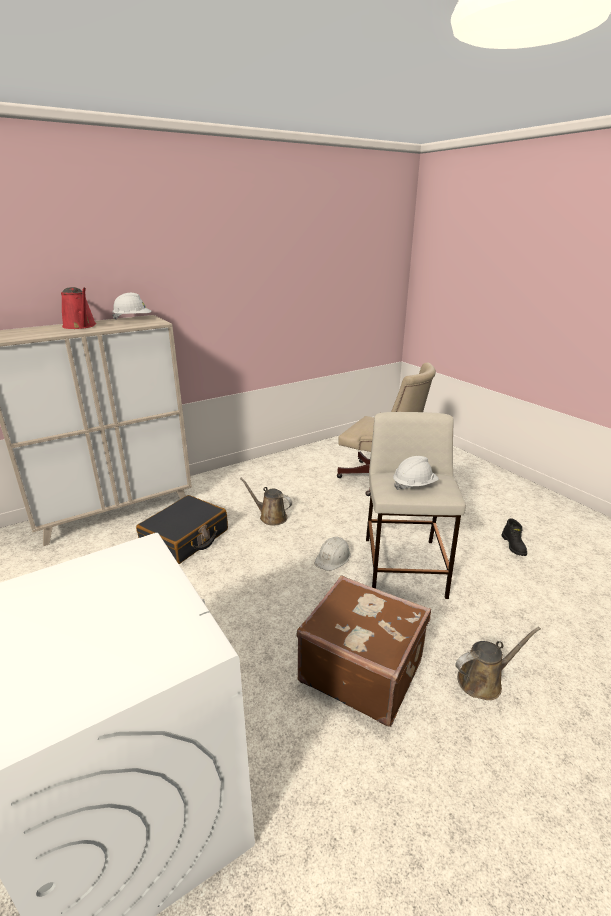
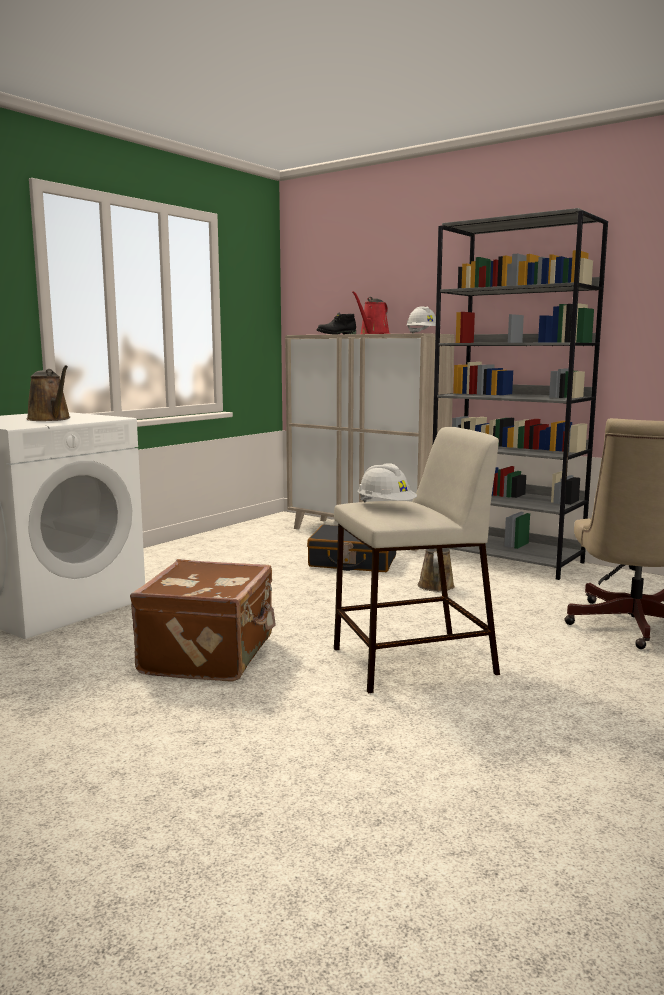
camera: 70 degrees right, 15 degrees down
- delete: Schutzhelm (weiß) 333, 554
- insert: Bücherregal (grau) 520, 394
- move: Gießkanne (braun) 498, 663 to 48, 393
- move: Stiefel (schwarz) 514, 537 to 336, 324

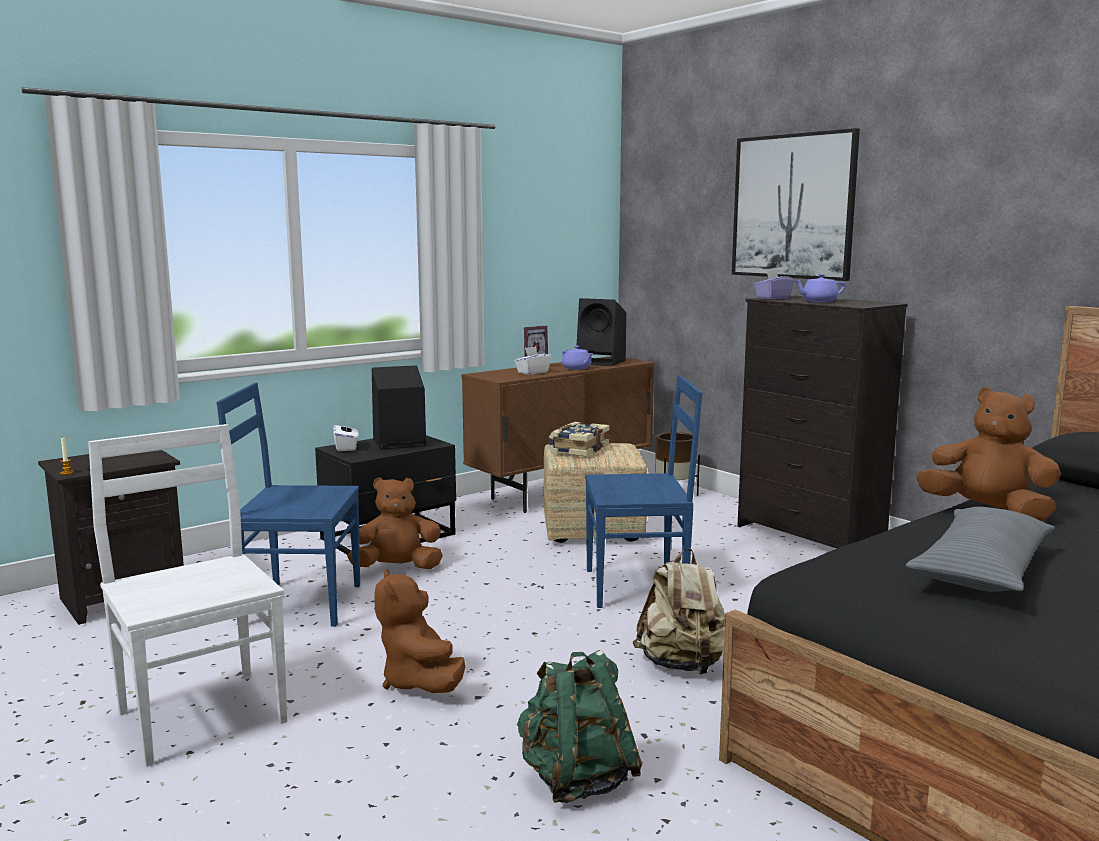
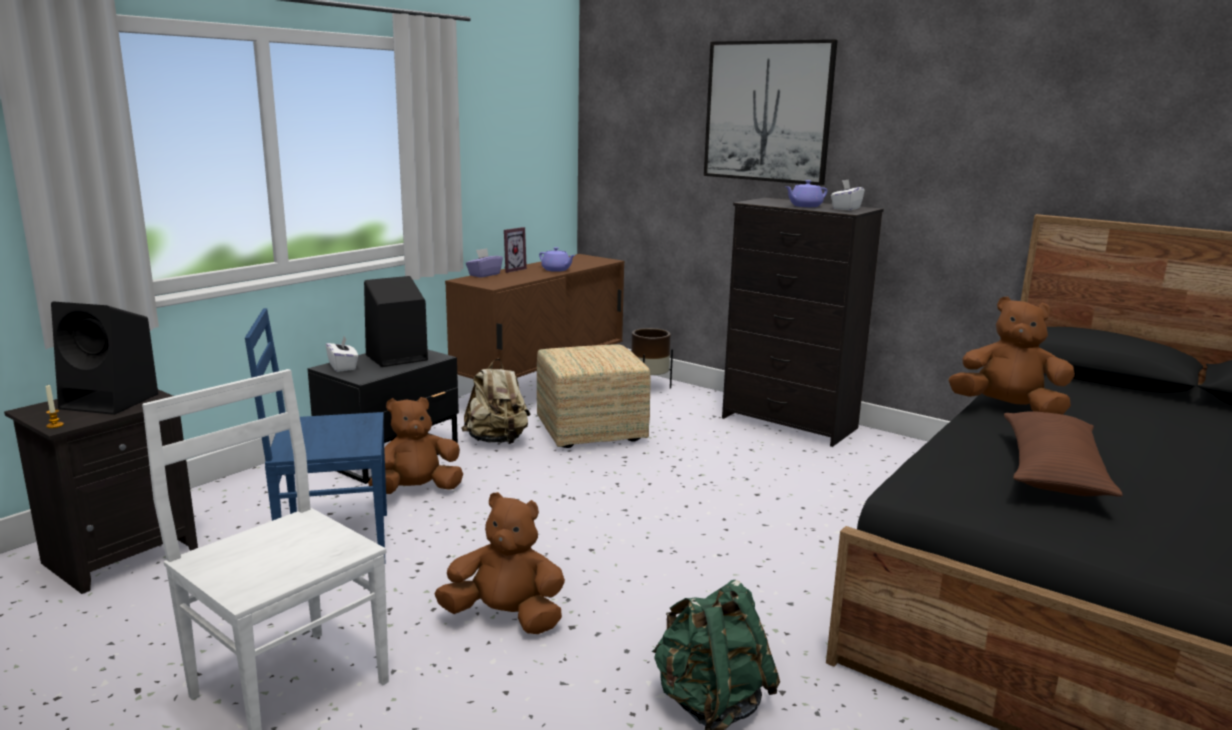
camera: 15 degrees left, 5 degrees up
- delete: Buch 579, 439
- delete: Stuhl (blau) 643, 491
- move: Taschentuchbox (weiß) 532, 360 to 848, 195
- move: Lautsprecher (schwarz) 601, 332 to 104, 358
- move: Rucksack (beige) 679, 611 to 495, 401
- move: Taschentuchbox (lila) 773, 284 to 484, 263
- recolor: Kissen (grau) 980, 549 to Kissen (braun) 1063, 454
- rotate: Plüschtier (braun) 420, 631 = 500, 563 135 degrees clockwise

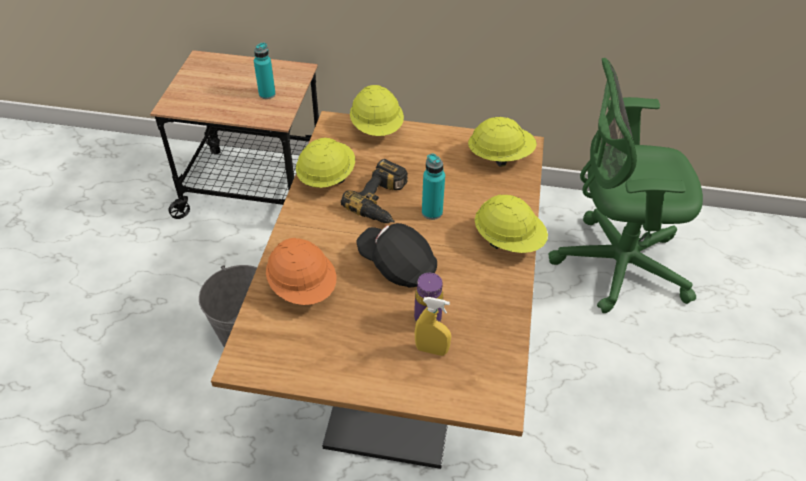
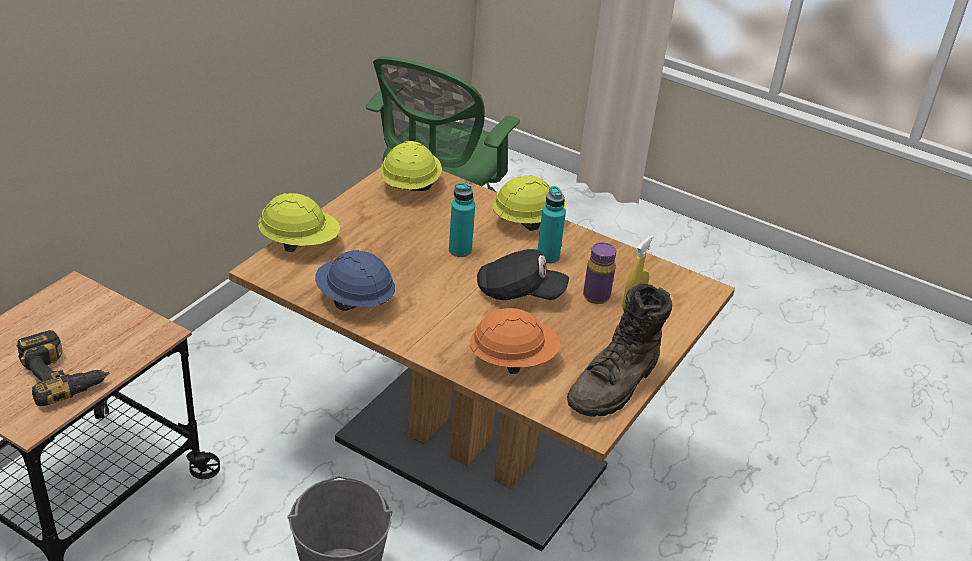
camera: 70 degrees left, 10 degrees down
- insert: Stiefel (braun) 619, 350
- move: Flasche (türkis) 265, 70 to 552, 224
- move: Bohrmaschine 374, 191 to 63, 368
- recolor: Schutzhelm (gelb) 325, 163 to Schutzhelm (blau) 355, 280
- rotate: Kappe (schwarz) 396, 255 = 523, 274 135 degrees counterclockwise

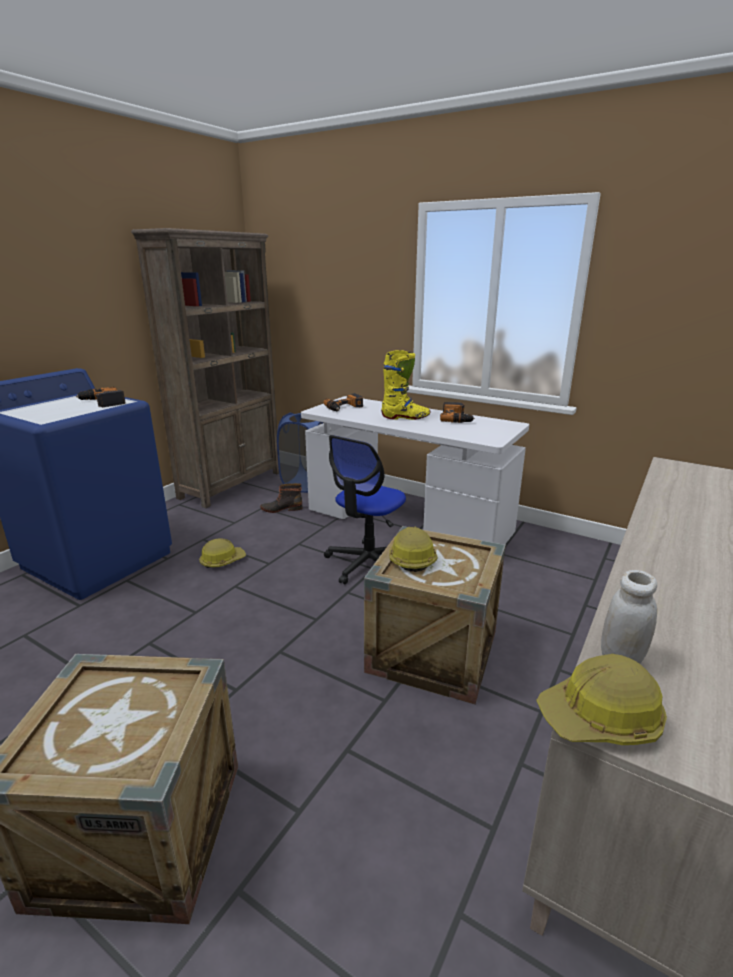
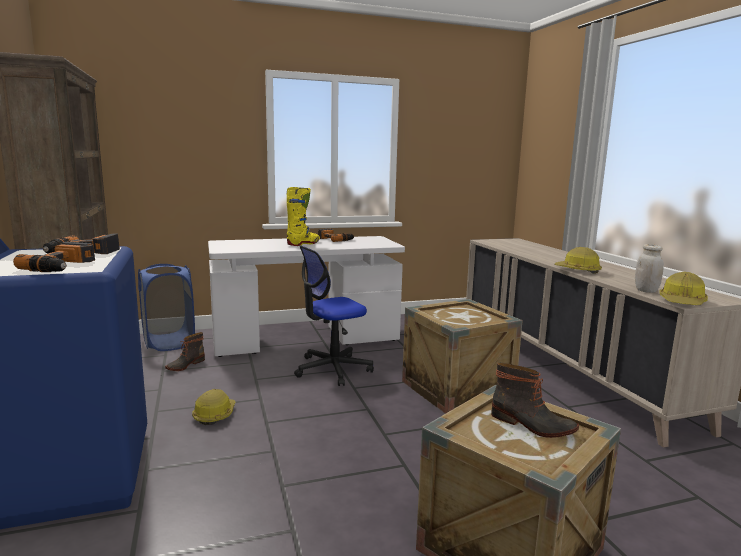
camera: 50 degrees left, 10 degrees down
- insert: Stiefel 535, 400
- move: Bohrmaschine 343, 402 to 54, 257
- move: Schutzhelm 413, 549 to 578, 260
- rotate: Bürostuhl 365, 509 = 334, 315 75 degrees clockwise

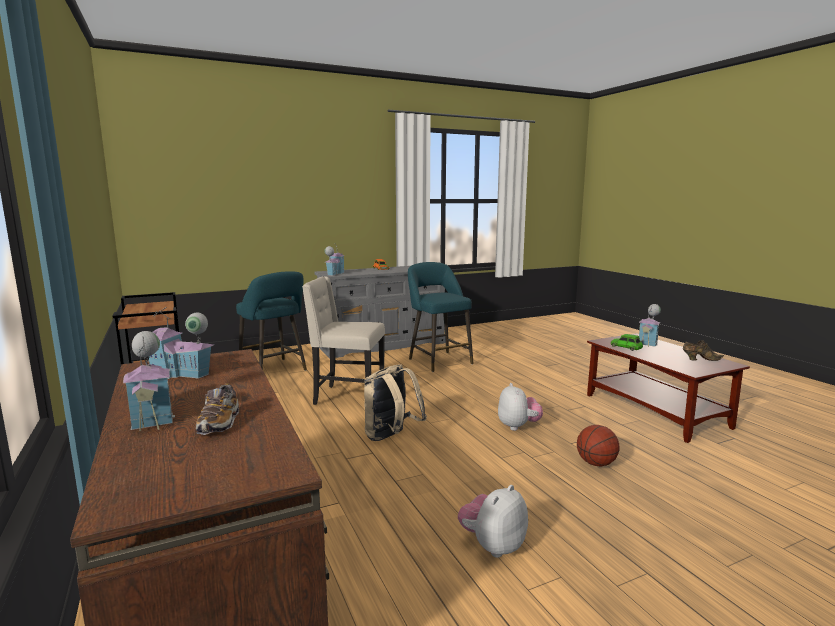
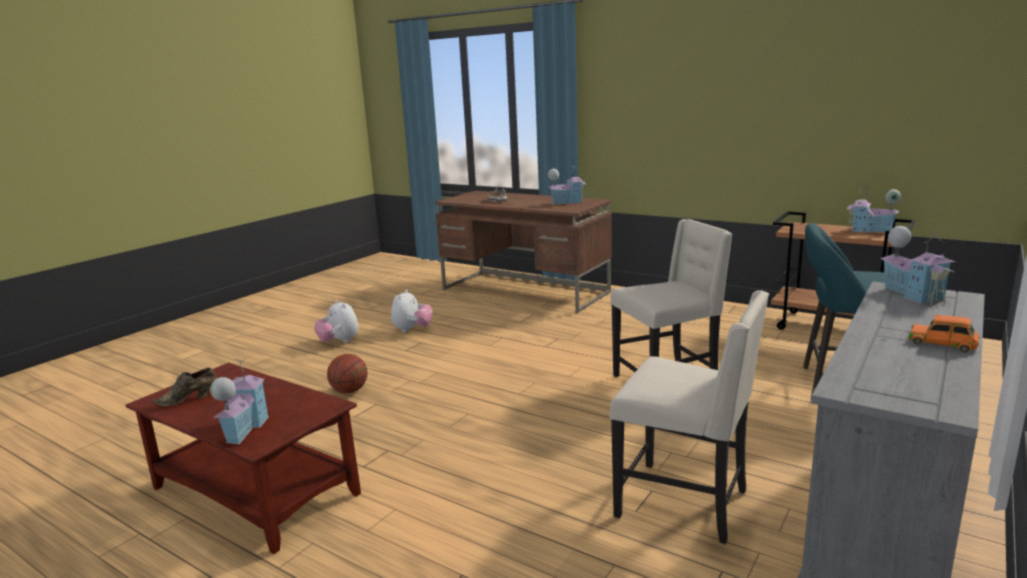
camera: 150 degrees right, 5 degrees up
- delete: Rucksack (beige) 395, 402
- delete: Spielzeugauto (grün) 627, 342
- move: Spielzeughaus 149, 381 to 873, 209
- move: Plüschtier 520, 407 to 337, 321
- replace: Hocker (türkis) 440, 317 to Stuhl (beige) 689, 417

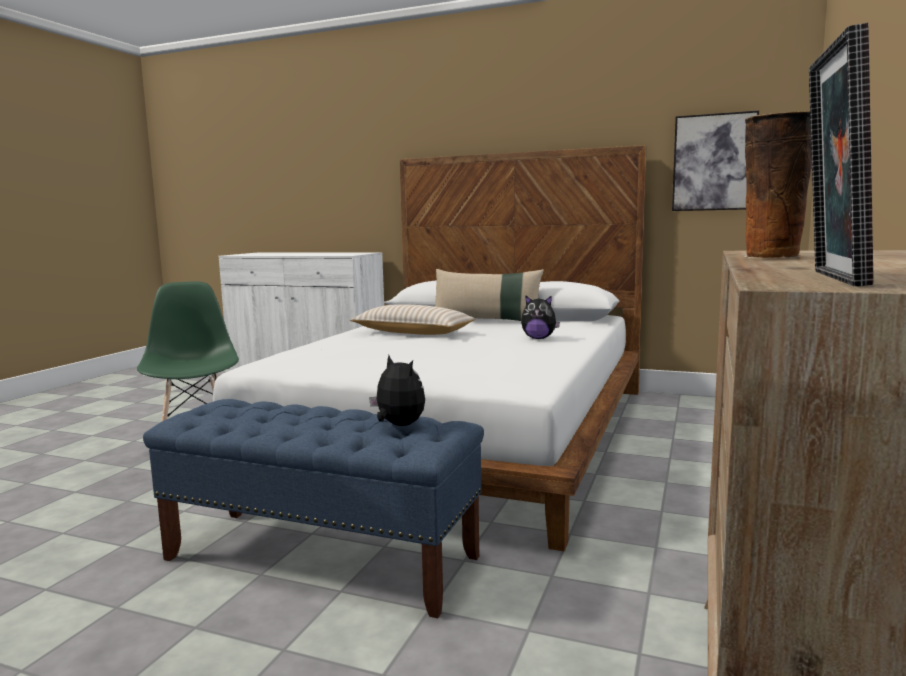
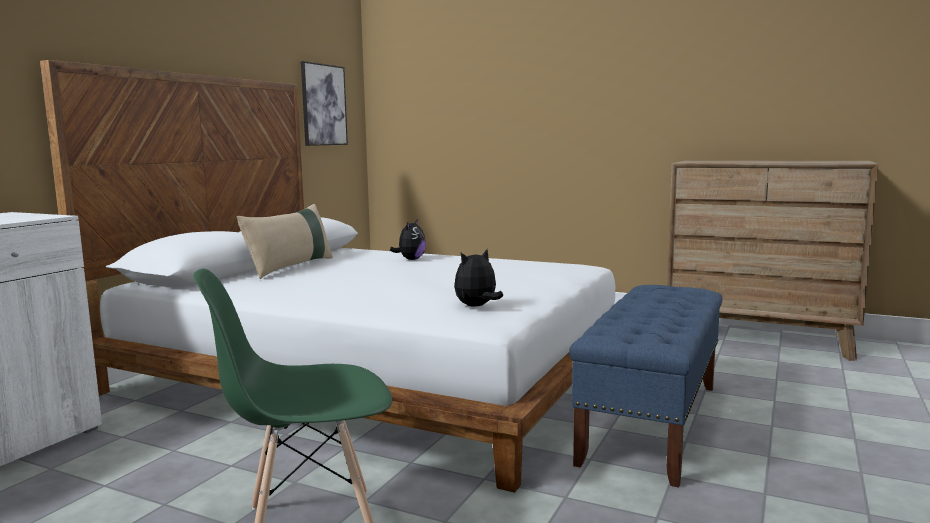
camera: 85 degrees left, 0 degrees up
- delete: Kissen (beige) 413, 319
- delete: Vase 778, 185
- delete: Bilderrahmen 841, 154
- move: Plüschtier 397, 390 to 478, 278

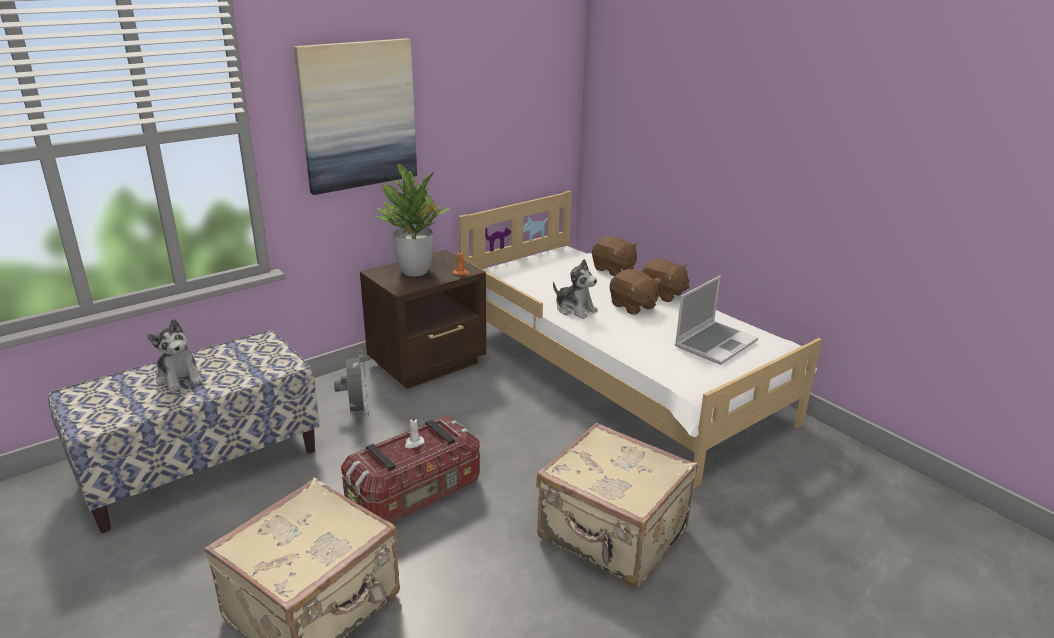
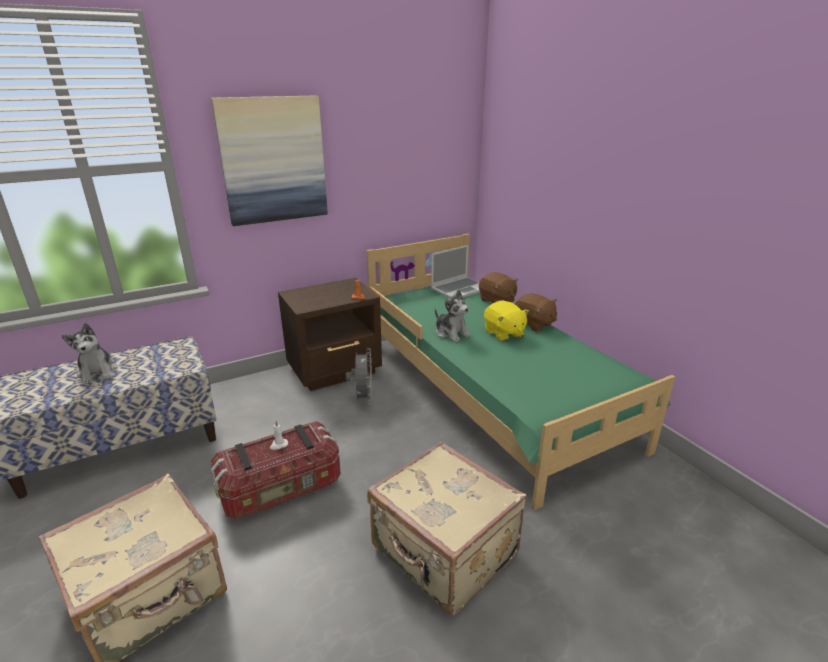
camera: 10 degrees right, 0 degrees up
- delete: Topfpflanze 413, 220
- move: Ventilator (grau) 351, 383 to 359, 376
- move: Laptop 716, 320 to 455, 271
- recolor: Bett (weiß) 640, 340 to Bett (grün) 521, 372
- recolor: Plüschtier (braun) 635, 292 to Plüschtier (gelb) 506, 321

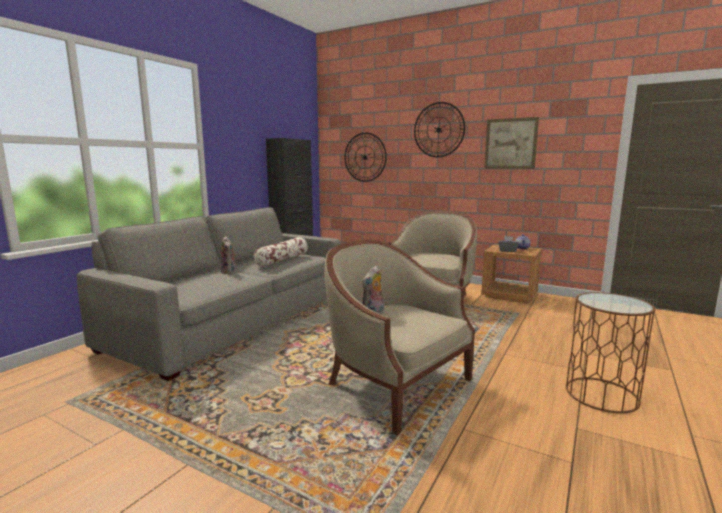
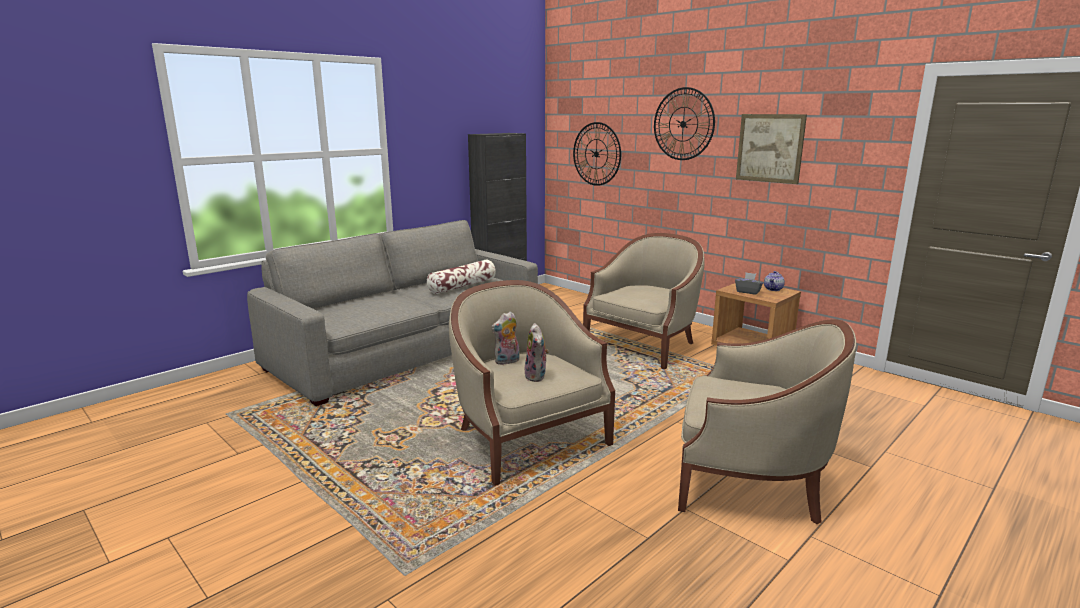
camera: 15 degrees right, 5 degrees up
- move: Plüschtier 228, 255 to 536, 352
- replace: Beistelltisch (braun) 611, 352 to Sessel (beige) 767, 421

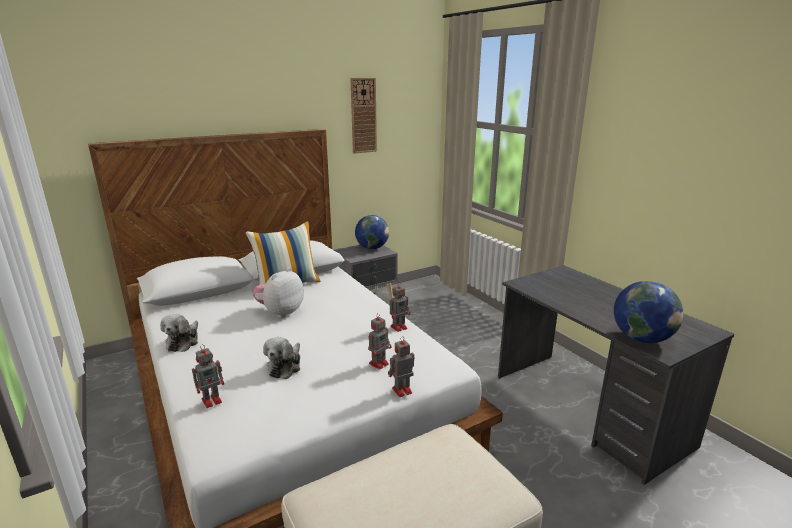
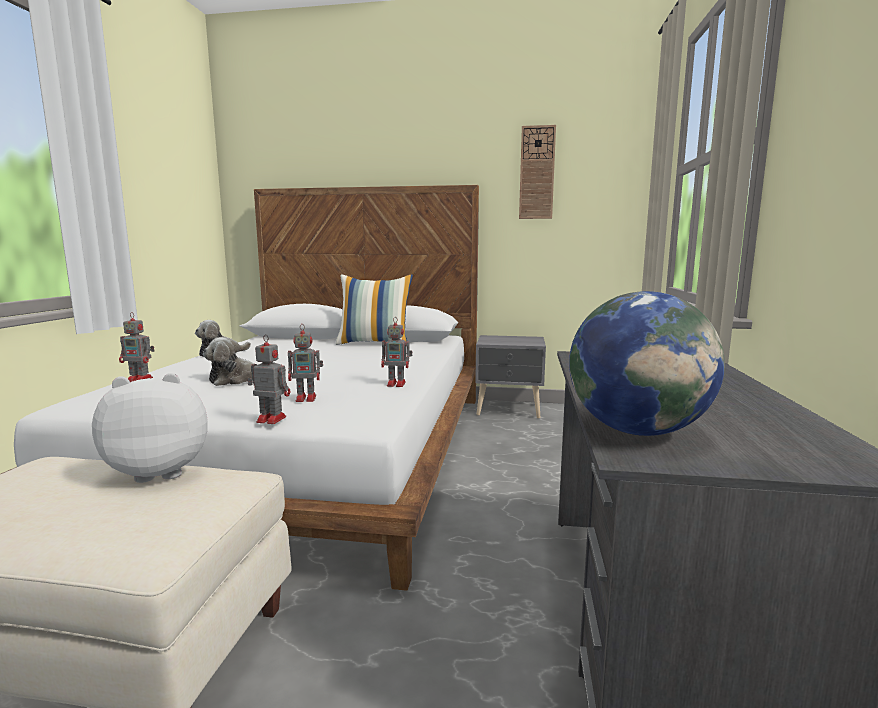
camera: 40 degrees right, 10 degrees down
- delete: Globus 372, 232
- move: Plüschtier 278, 293 to 150, 428

